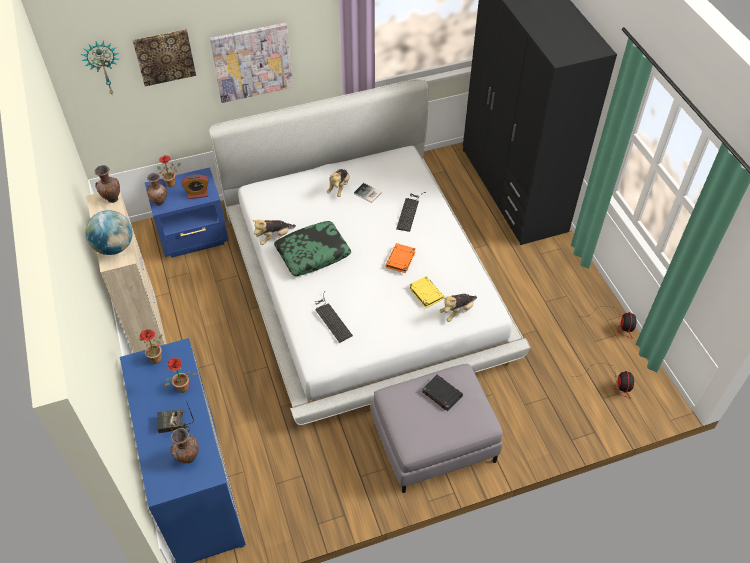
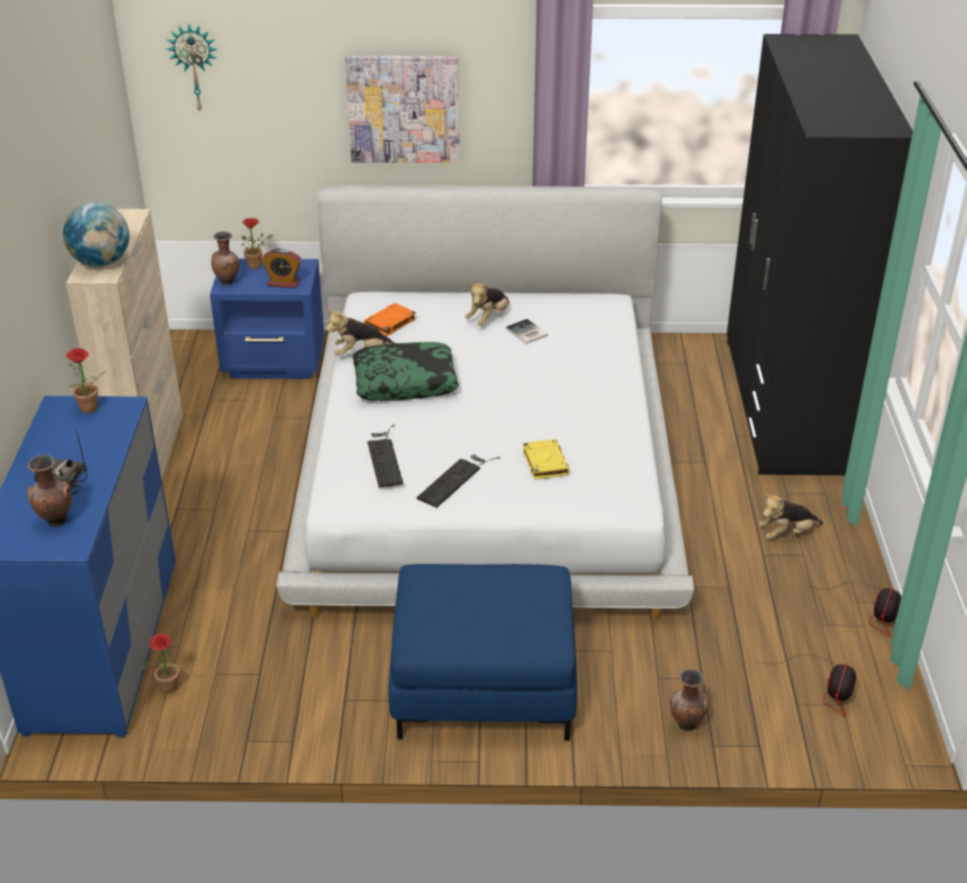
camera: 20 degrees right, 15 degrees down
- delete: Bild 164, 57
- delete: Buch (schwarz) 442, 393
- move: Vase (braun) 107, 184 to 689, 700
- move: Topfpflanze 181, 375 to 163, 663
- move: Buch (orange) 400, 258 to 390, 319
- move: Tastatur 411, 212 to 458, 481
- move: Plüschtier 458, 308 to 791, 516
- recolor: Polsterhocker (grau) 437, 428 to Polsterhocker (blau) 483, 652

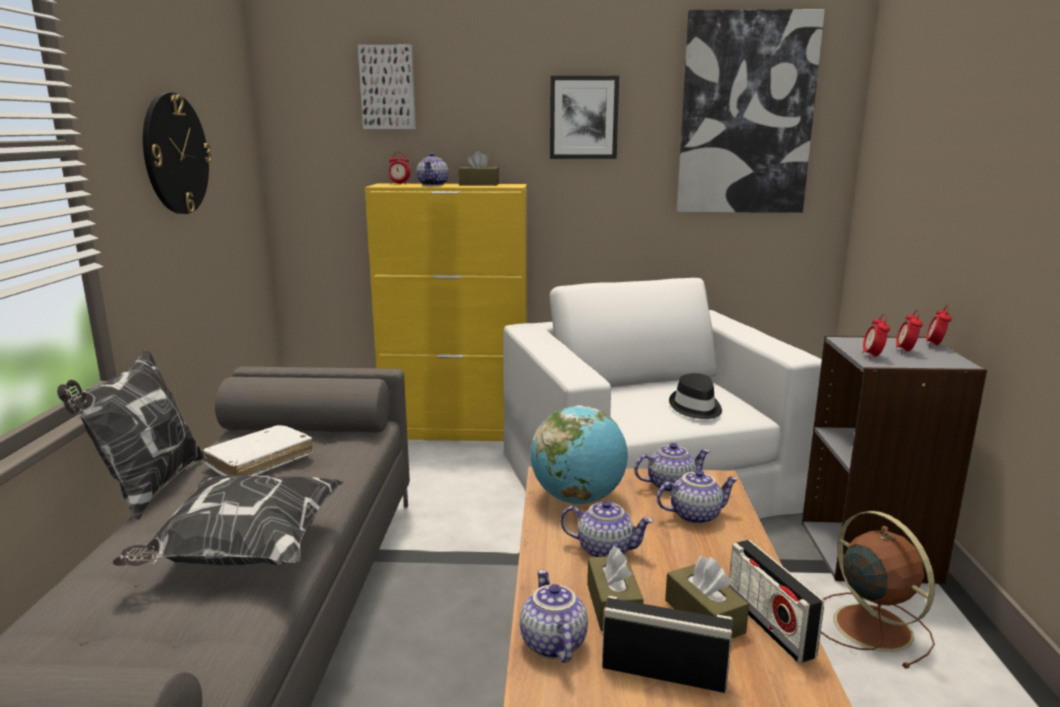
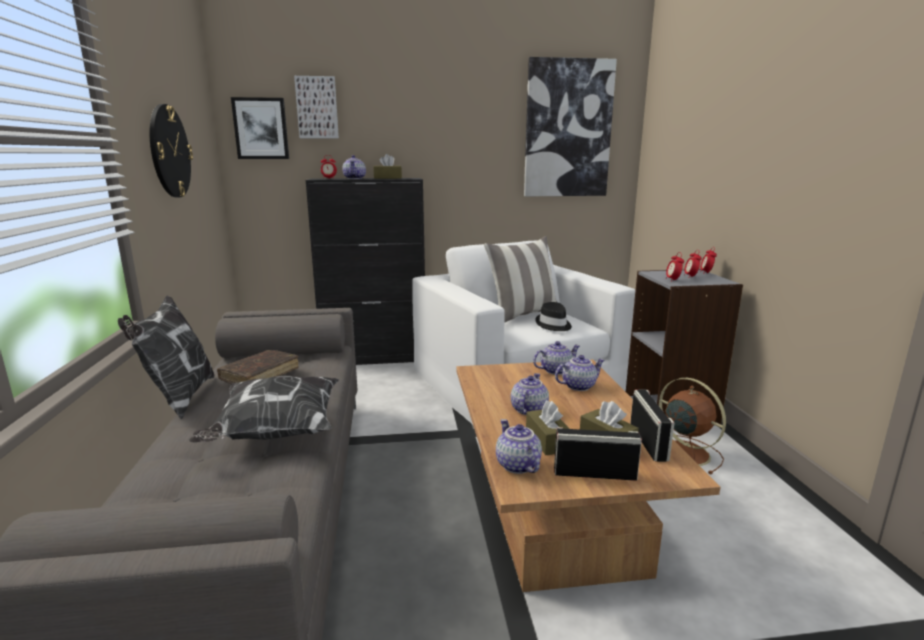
camera: 10 degrees left, 0 degrees up
- delete: Globus 579, 455
- insert: Kissen 520, 279
- move: Bild 584, 117 to 260, 128
- recolor: Buch (weiß) 257, 450 to Buch (braun) 258, 367
- recolor: Schrank (gelb) 446, 312 to Schrank (schwarz) 365, 271
- rotate: Teekanne 607, 528 = 530, 394 75 degrees counterclockwise
- rotate: Radio 776, 601 = 652, 425 150 degrees counterclockwise

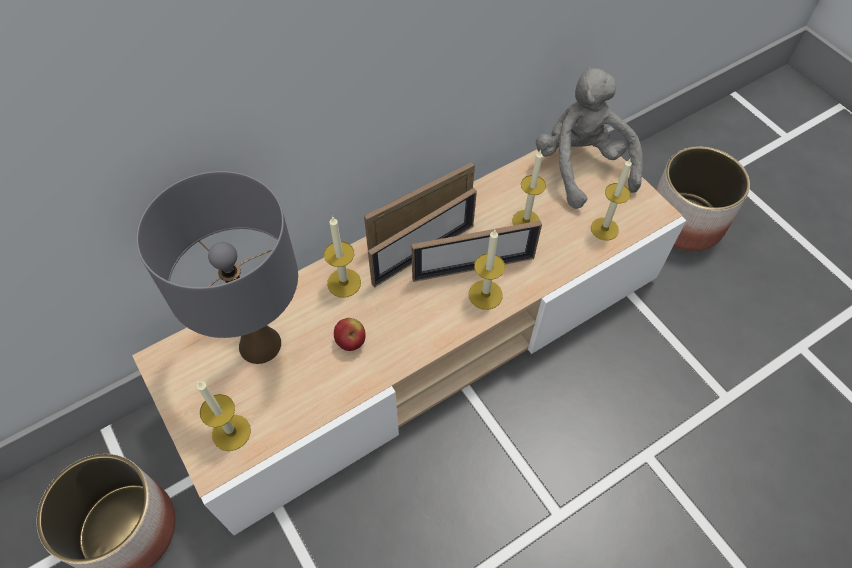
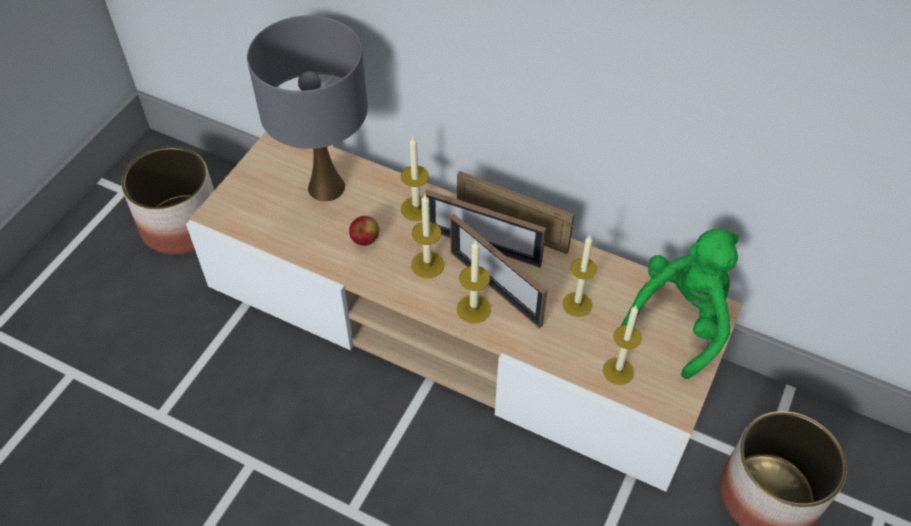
camera: 60 degrees right, 5 degrees down
- move: Kerze 224, 416 to 427, 236
- recolor: Plüschtier (grau) 589, 138 to Plüschtier (grün) 680, 304

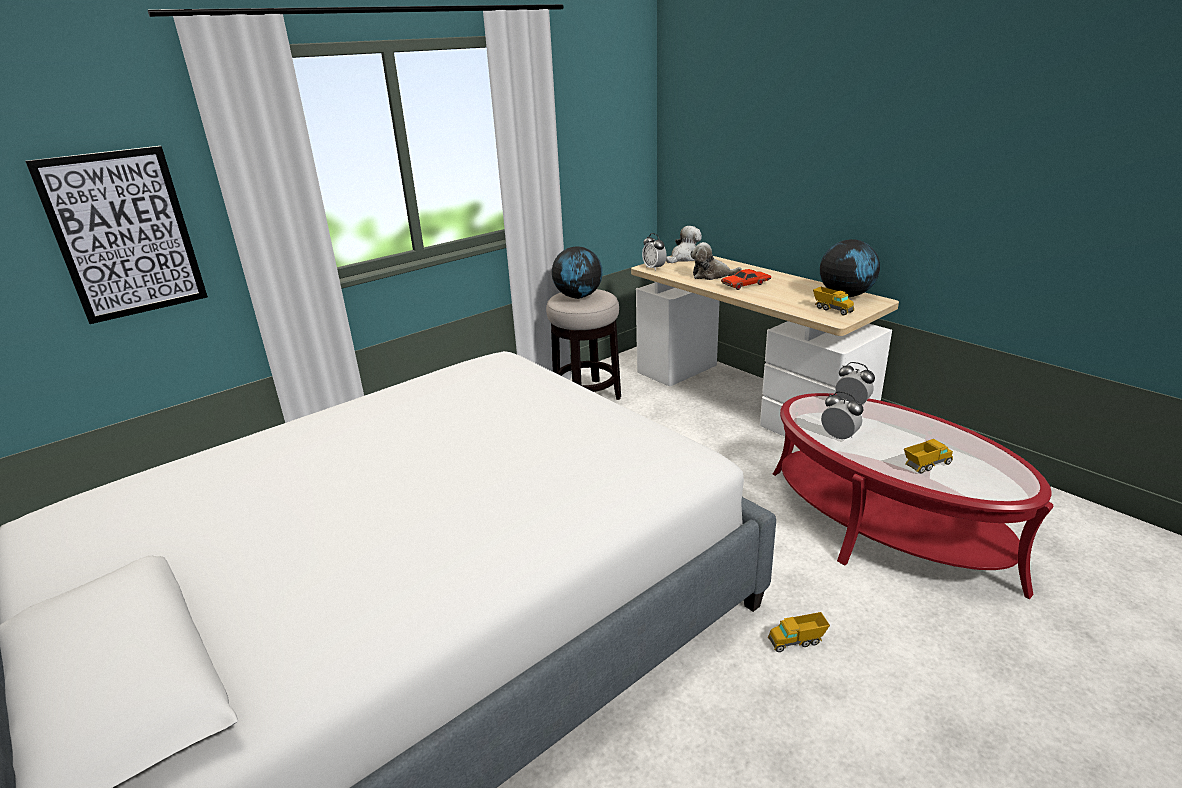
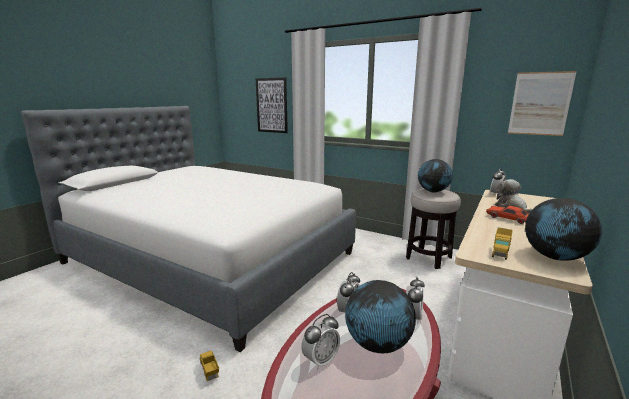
camera: 70 degrees right, 10 degrees down
- delete: Plüschtier 684, 244
- insert: Globus 380, 316
- insert: Bild 542, 103
- replace: Spielzeuglaster 928, 456 to Wecker 320, 342

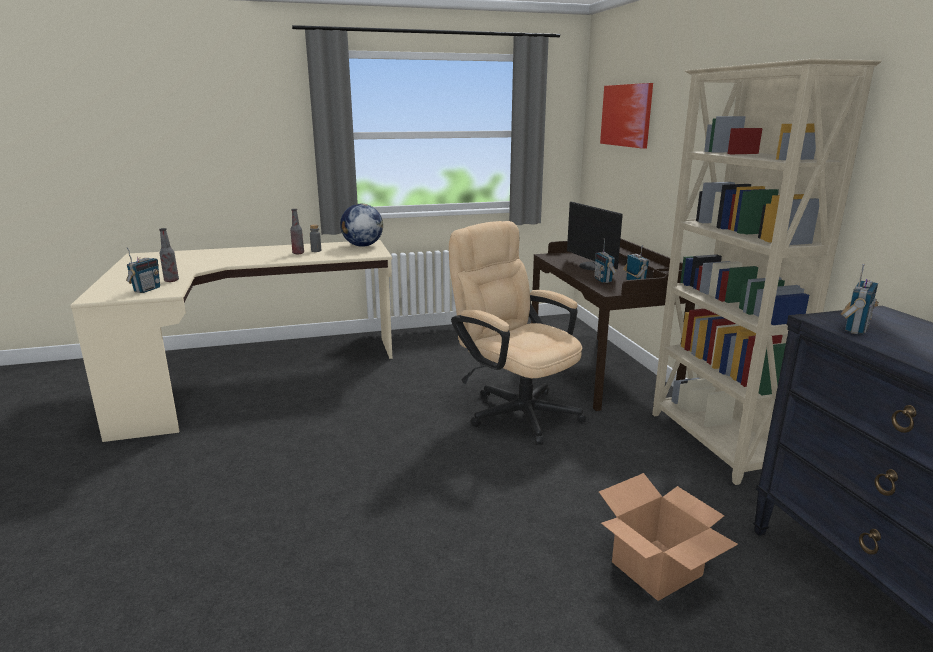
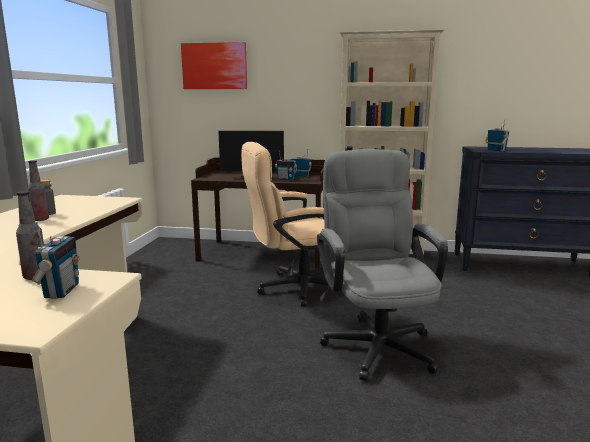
camera: 65 degrees left, 5 degrees down
- delete: Globus 361, 225
- delete: Karton 668, 537
- insert: Bürostuhl (grau) 382, 265
- rotate: Radio 143, 270 = 56, 260 45 degrees clockwise

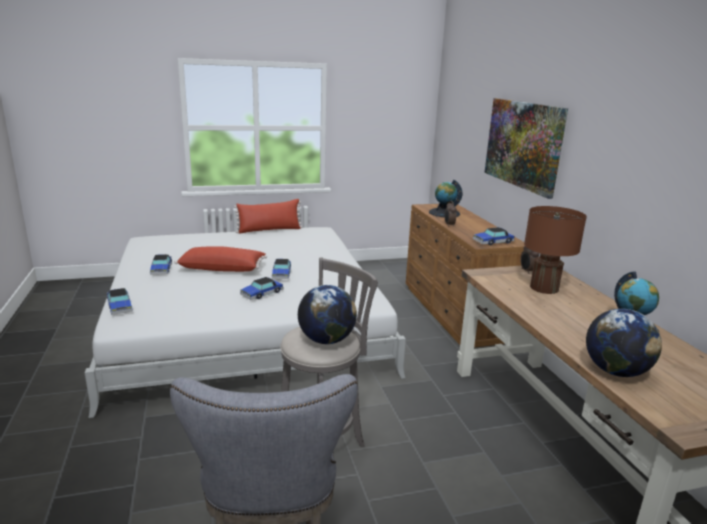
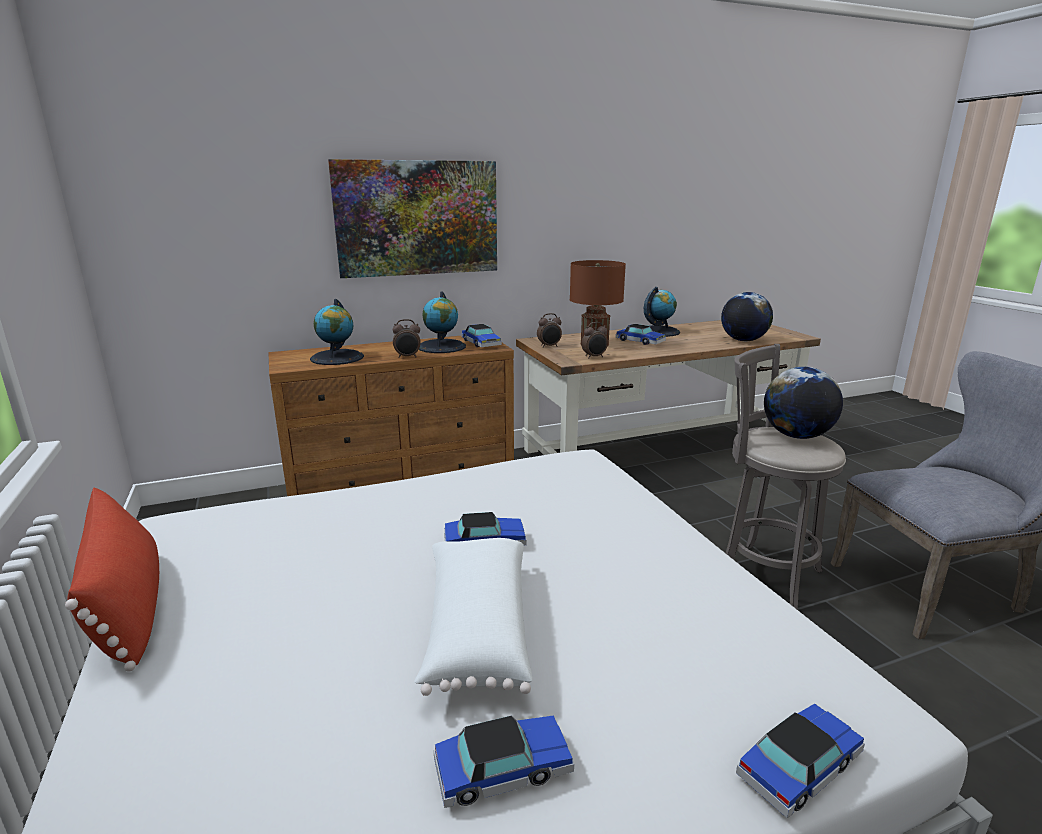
camera: 95 degrees left, 0 degrees up
- insert: Globus 442, 322
- insert: Wecker 594, 340
- move: Spielzeugauto 261, 288 to 641, 334
- recolor: Kissen (rot) 220, 259 to Kissen (weiß) 473, 617

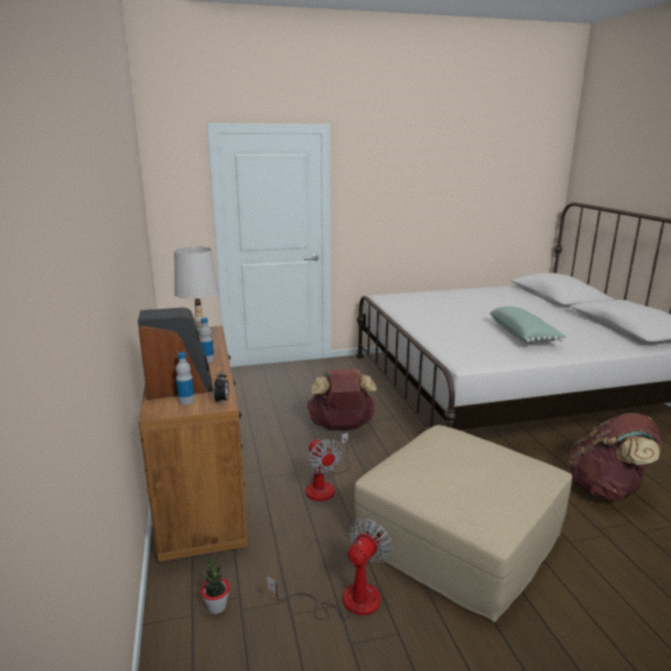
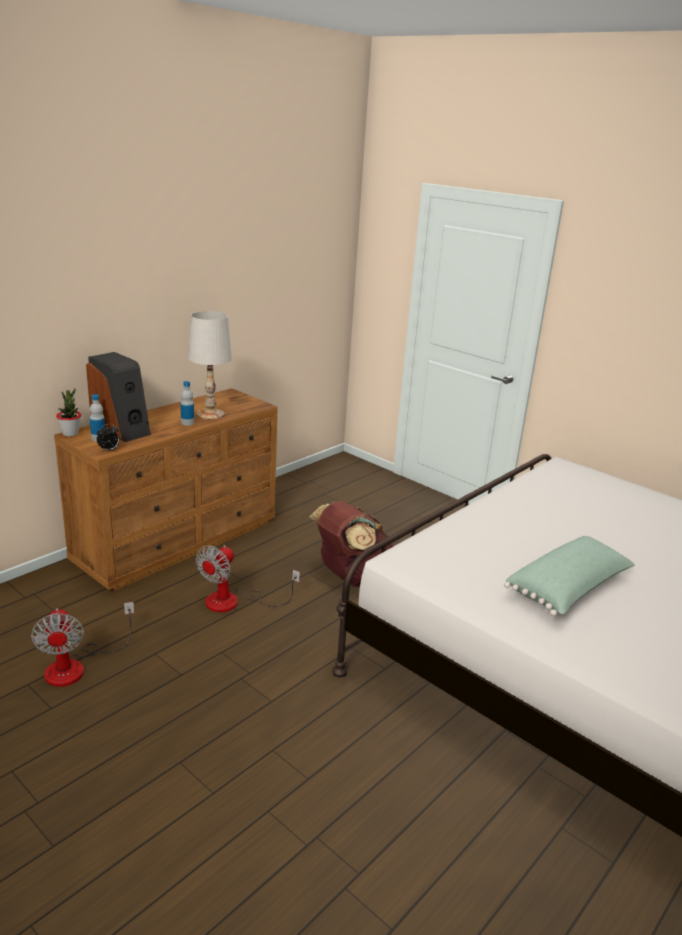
camera: 55 degrees right, 5 degrees up
- delete: Polsterhocker (beige) 463, 523
- delete: Rucksack (braun) 615, 457
- move: Topfpflanze 215, 584 to 68, 412
- rotate: Ventilator 330, 569 = 82, 644 75 degrees clockwise

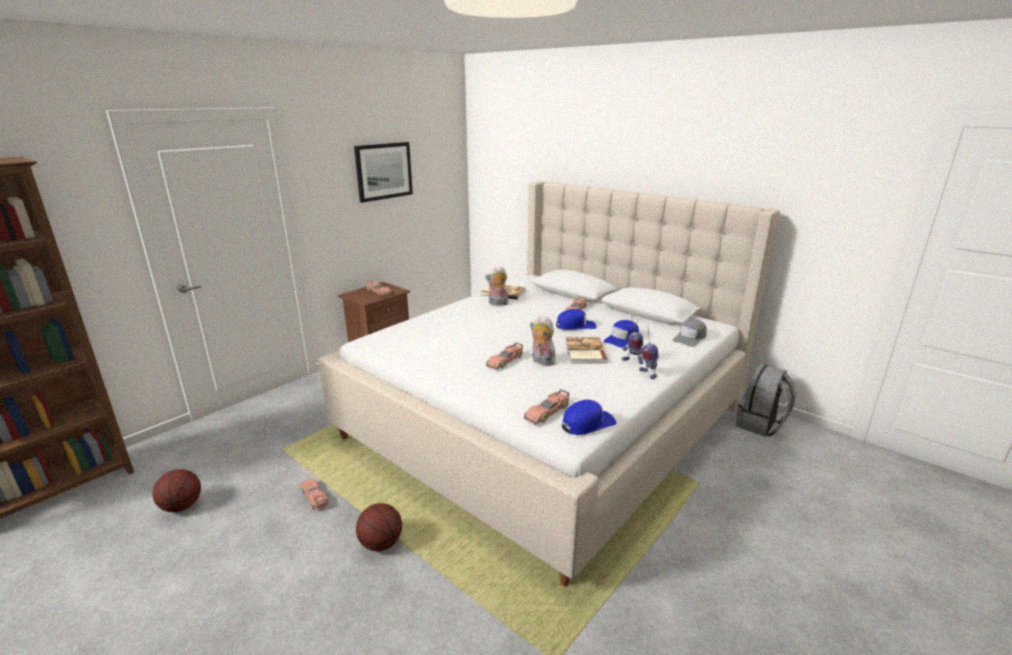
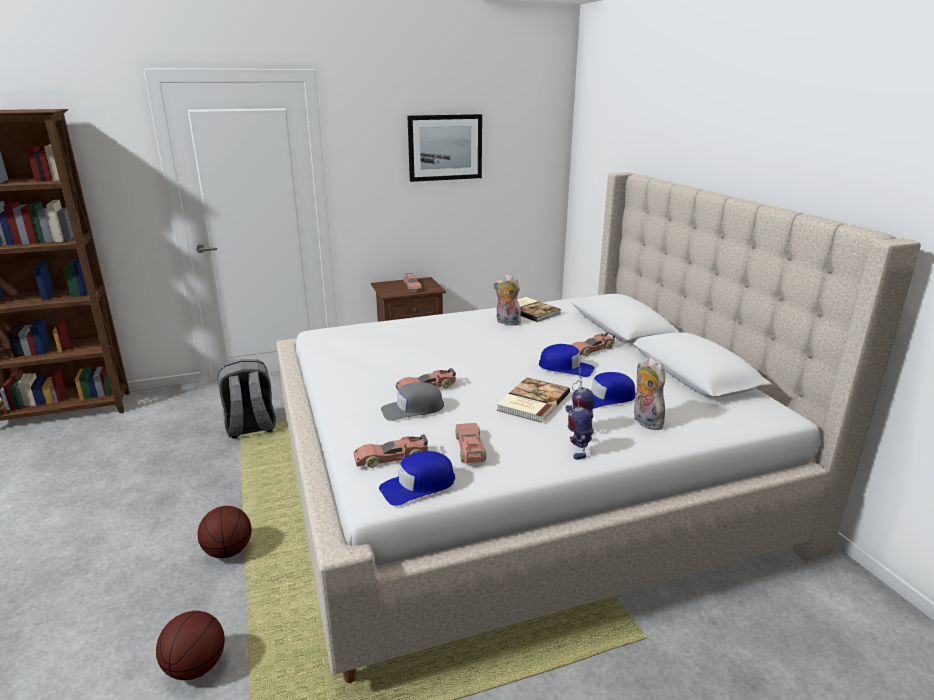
camera: 30 degrees right, 0 degrees up
- move: Basketball 177, 490 to 190, 645
- move: Spielzeugauto 314, 494 to 470, 443
- move: Plüschtier 543, 341 to 649, 393
- move: Kappe (grau) 689, 333 to 412, 401
- move: Rucksack (grau) 766, 400 to 247, 398
- rotate: Kappe (blau) 589, 417 = 417, 478 150 degrees clockwise

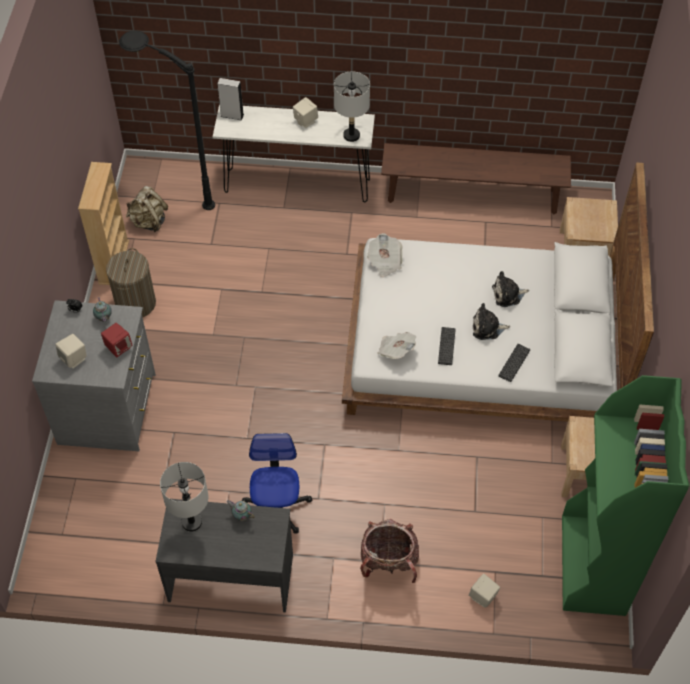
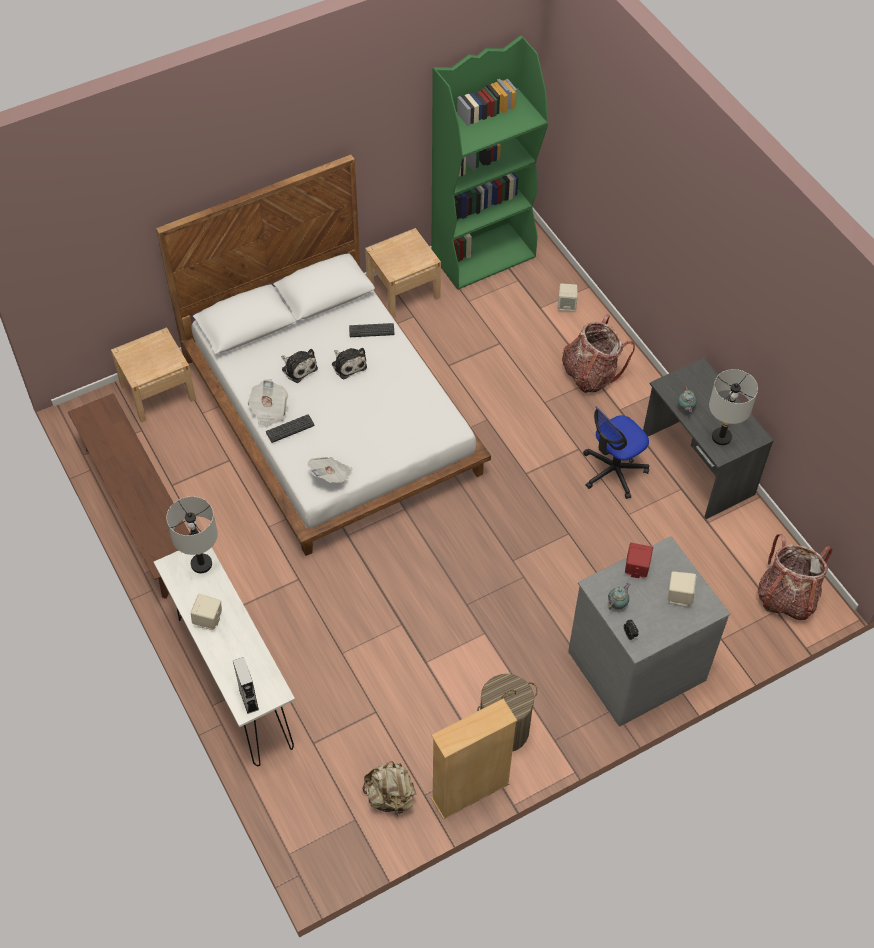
camera: 125 degrees left, 0 degrees up
- delete: Stehlampe (schwarz) 167, 120
- insert: Rucksack 795, 577
- move: Zeitung 397, 345 to 268, 403
- move: Tastatur 447, 346 to 290, 428

